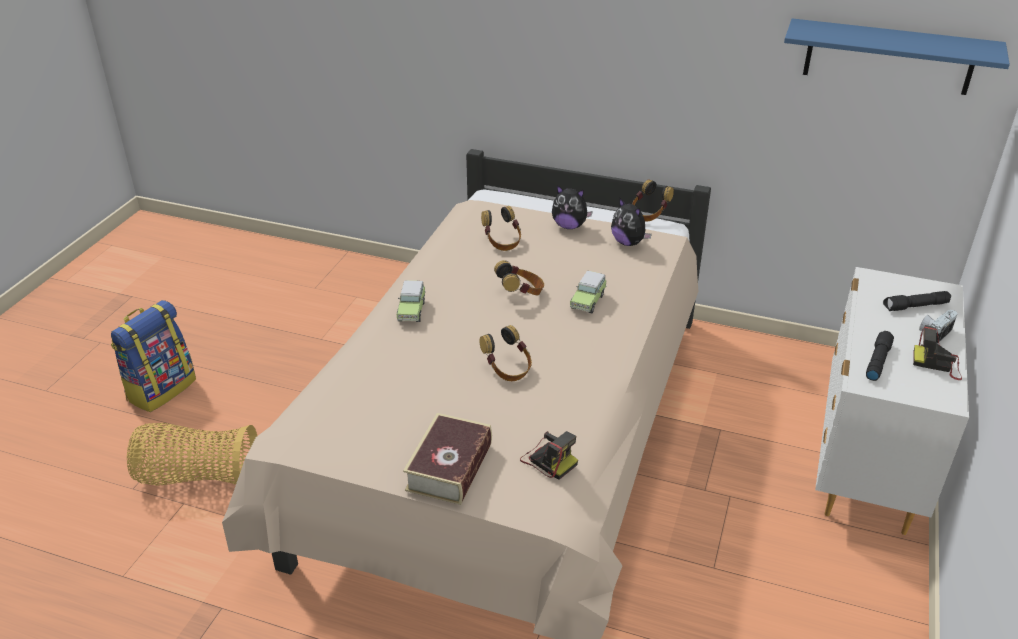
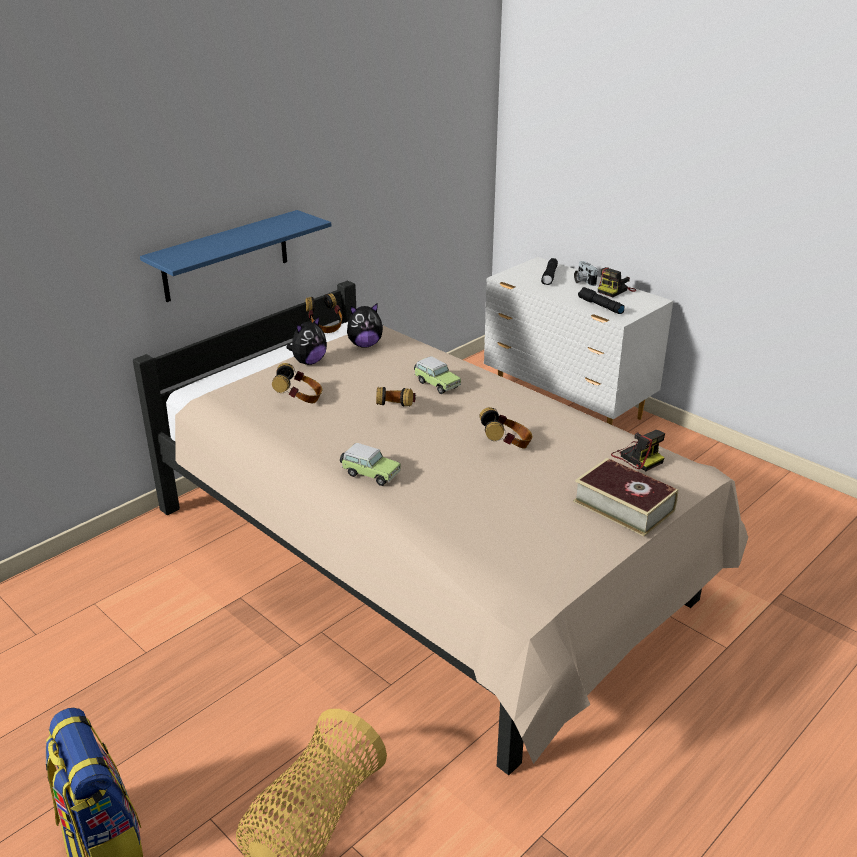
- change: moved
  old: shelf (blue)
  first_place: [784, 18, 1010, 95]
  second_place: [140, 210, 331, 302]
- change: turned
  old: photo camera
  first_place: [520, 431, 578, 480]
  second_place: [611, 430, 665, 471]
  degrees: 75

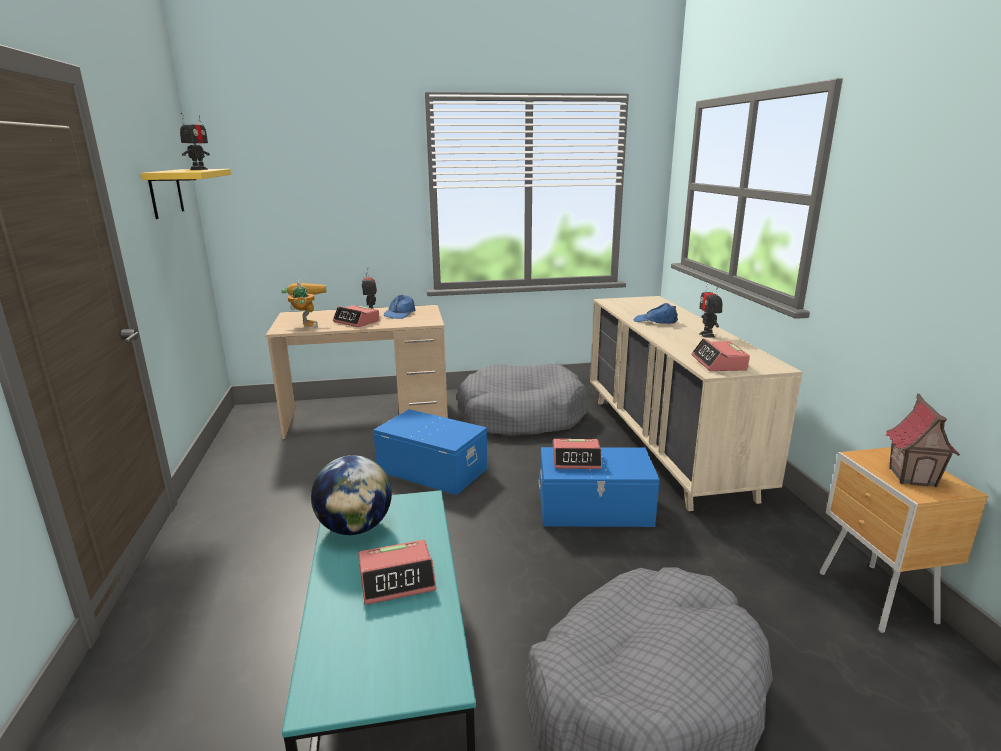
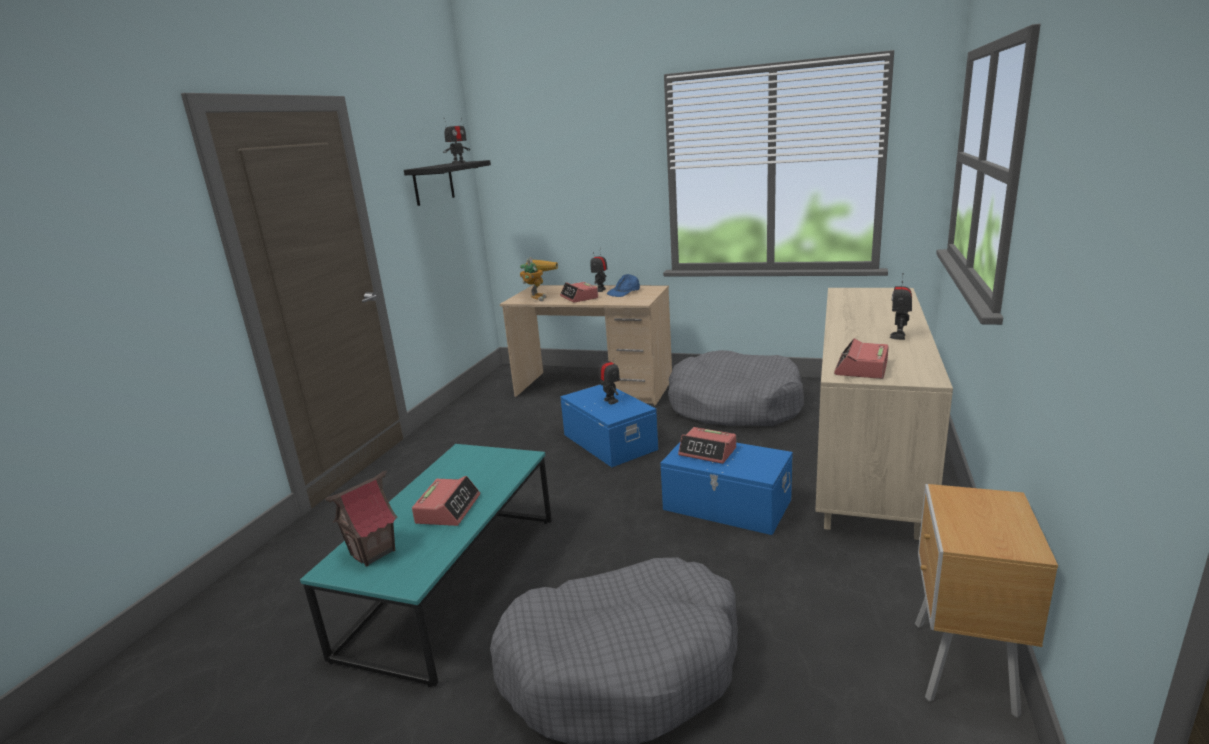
- change: moved
  old: toy house
  first_place: [886, 393, 960, 487]
  second_place: [325, 471, 398, 566]
- change: recoloured
  old: shelf (yellow)
  new: shelf (black)
  first_place: [140, 169, 231, 219]
  second_place: [404, 160, 491, 206]
- change: turned
  old: alarm clock
  first_place: [358, 540, 437, 605]
  second_place: [412, 476, 480, 526]
  degrees: -90
- change: added
  new: toy robot
  second_place: [599, 353, 620, 404]
- change: removed
  old: globe
  first_place: [311, 455, 392, 535]
- change: removed
  old: cap (blue)
  first_place: [634, 303, 678, 324]

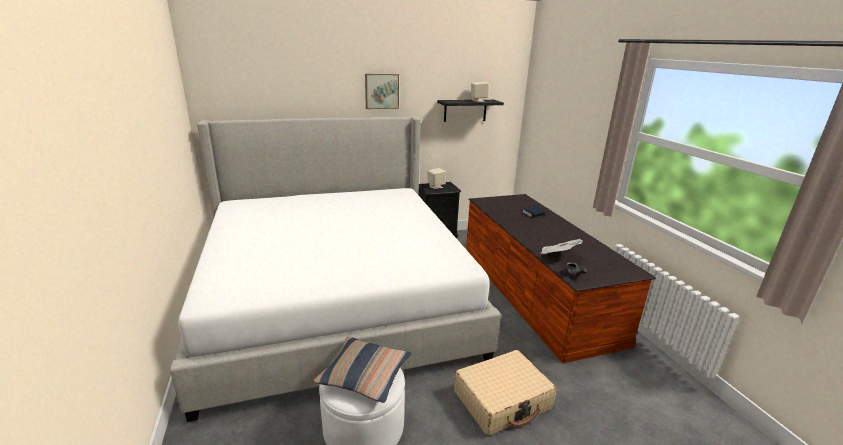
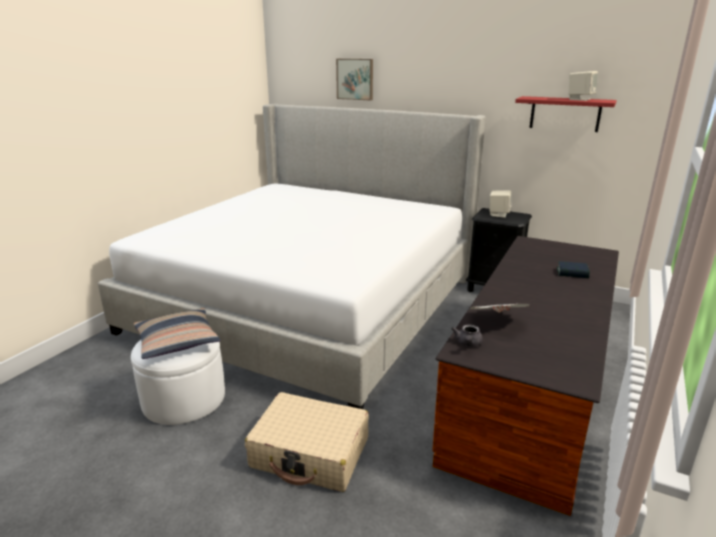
- change: moved
  old: picture
  first_place: [365, 74, 399, 109]
  second_place: [336, 59, 373, 101]
- change: recoloured
  old: shelf (black)
  new: shelf (red)
  first_place: [437, 100, 504, 122]
  second_place: [515, 96, 617, 132]

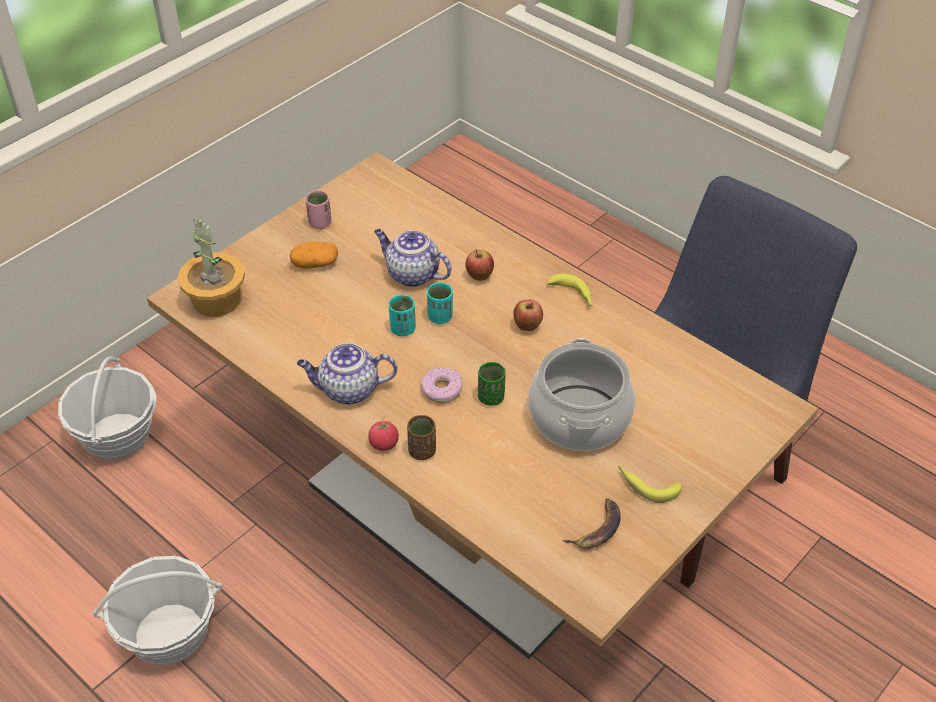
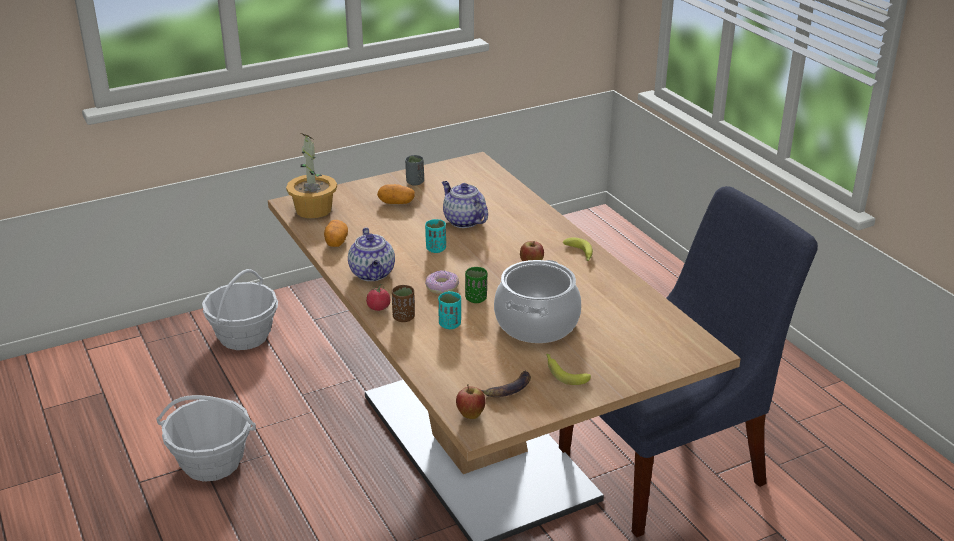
- change: added
  new: potato
  second_place: [324, 220, 348, 247]
- change: turned
  old: teapot
  first_place: [297, 343, 397, 405]
  second_place: [348, 227, 395, 281]
  degrees: -120
- change: recoloured
  old: cup (pink)
  new: cup (grey)
  first_place: [305, 190, 332, 229]
  second_place: [405, 155, 424, 186]
- change: moved
  old: cup (turquoise)
  first_place: [427, 283, 453, 324]
  second_place: [438, 291, 461, 329]
- change: moved
  old: apple
  first_place: [465, 249, 494, 281]
  second_place: [456, 384, 486, 419]

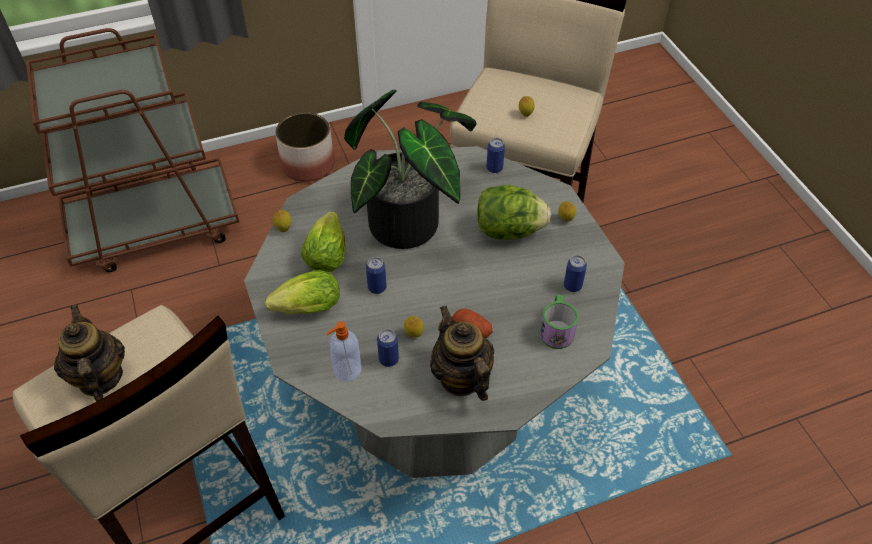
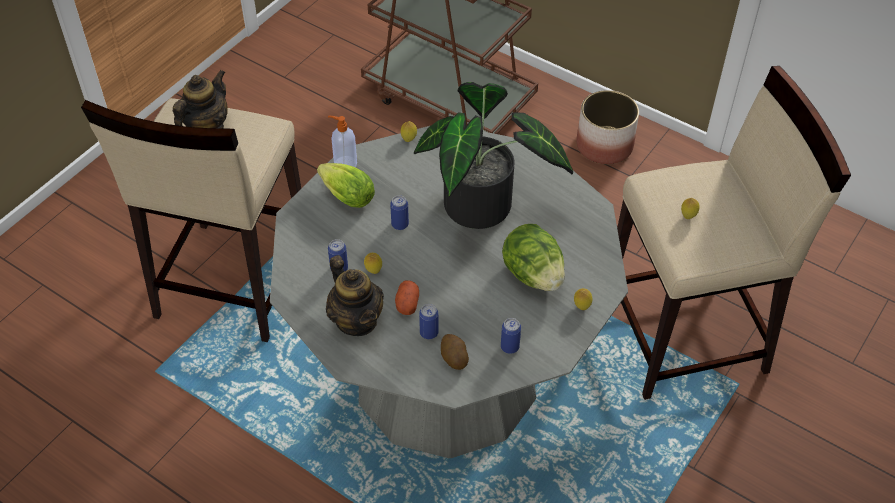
- change: turned
  old: teapot
  first_place: [430, 305, 494, 401]
  second_place: [326, 255, 384, 336]
  degrees: 120
- change: moved
  old: soap dispenser
  first_place: [326, 321, 361, 381]
  second_place: [328, 115, 357, 167]
- change: moved
  old: can
  first_place: [487, 138, 505, 173]
  second_place: [419, 304, 438, 339]
- change: replaced
  old: mug
  new: potato
  first_place: [540, 295, 578, 349]
  second_place: [441, 334, 469, 370]
- change: removed
  old: lettuce
  first_place: [301, 211, 346, 272]

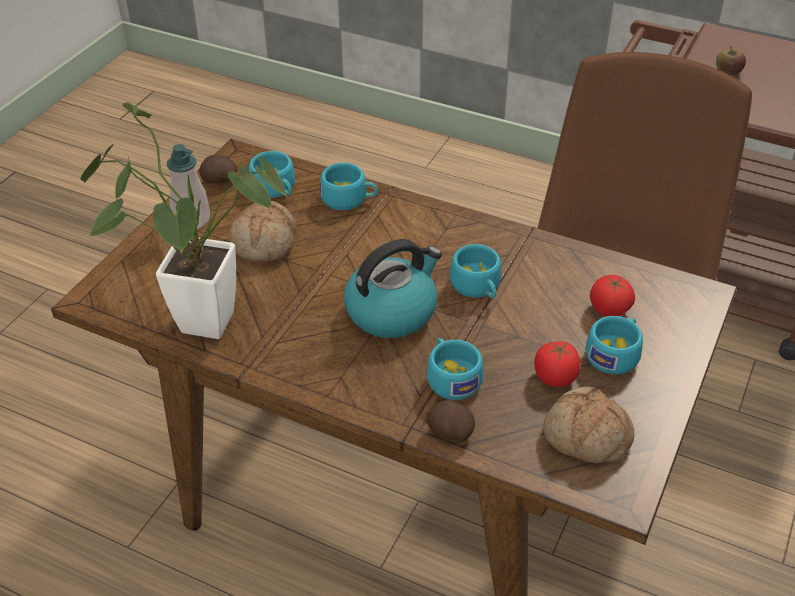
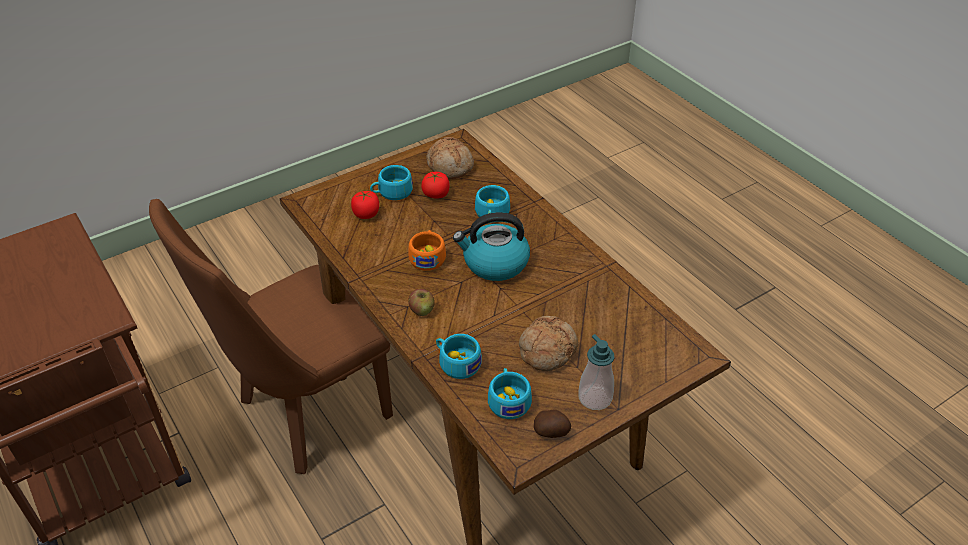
- change: recoloured
  old: cup (turquoise)
  new: cup (orange)
  first_place: [450, 244, 501, 298]
  second_place: [408, 230, 446, 271]
- change: moved
  old: apple
  first_place: [716, 46, 746, 75]
  second_place: [408, 289, 435, 316]
- change: removed
  old: potted plant
  first_place: [80, 102, 288, 339]
- change: removed
  old: potato
  first_place: [426, 400, 475, 441]

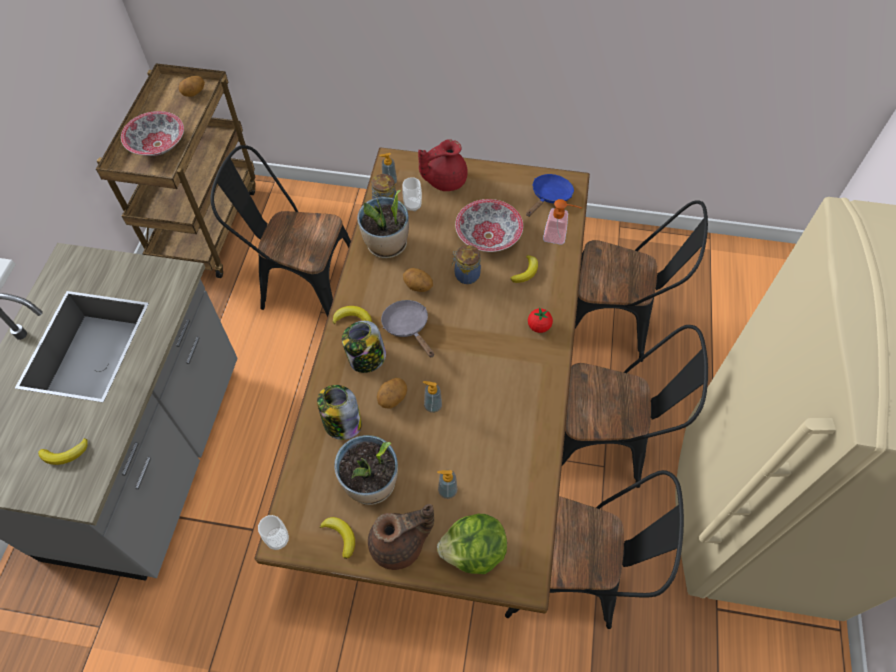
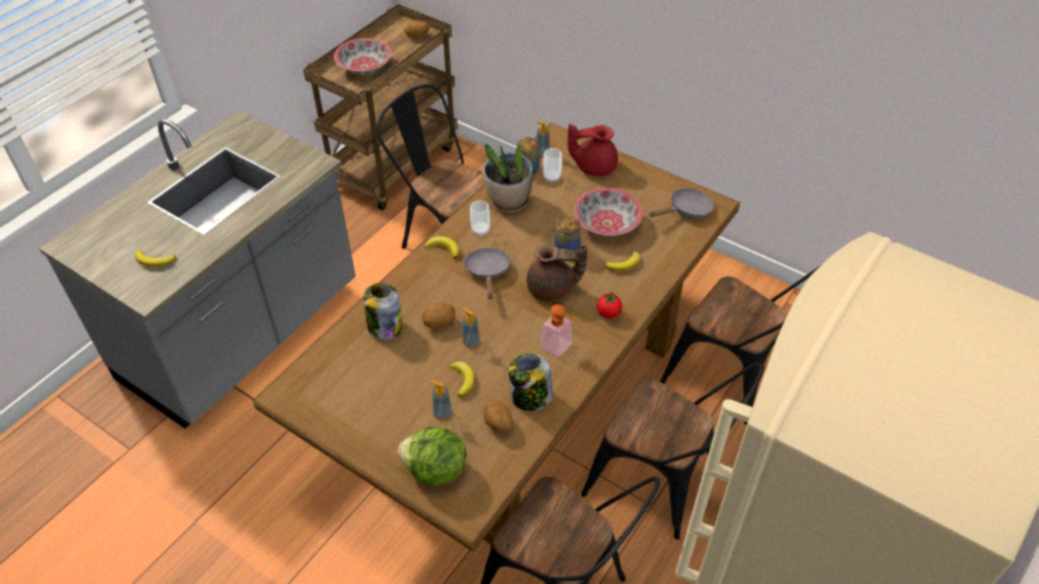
- change: moved
  old: banana
  first_place: [320, 517, 355, 559]
  second_place: [449, 361, 475, 397]
- change: moved
  old: cup
  first_place: [258, 515, 289, 550]
  second_place: [470, 200, 490, 236]
- change: moved
  old: potato
  first_place: [403, 268, 433, 292]
  second_place: [483, 401, 513, 433]
- change: moved
  old: jar
  first_place: [342, 321, 386, 373]
  second_place: [509, 354, 552, 411]
- change: moved
  old: teapot (brown)
  first_place: [368, 504, 434, 570]
  second_place: [527, 244, 587, 301]
- change: moved
  old: soap dispenser
  first_place: [543, 199, 582, 245]
  second_place: [541, 304, 578, 357]
- change: recoloured
  old: frying pan (blue)
  new: frying pan (grey)
  first_place: [526, 174, 574, 217]
  second_place: [649, 188, 714, 218]
- change: removed
  old: potted plant
  first_place: [334, 435, 398, 505]

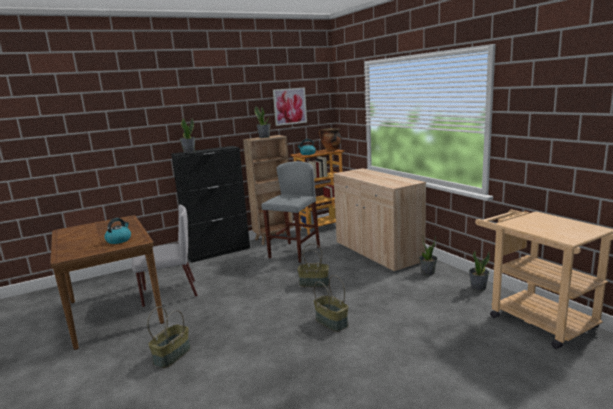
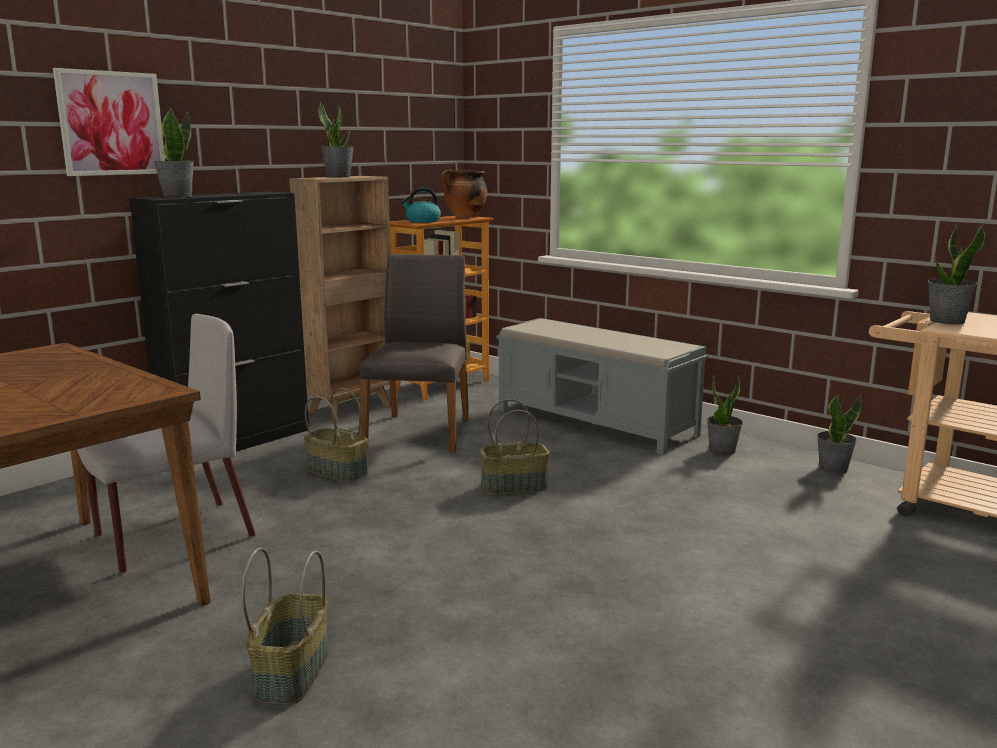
- change: moved
  old: picture
  first_place: [273, 88, 307, 126]
  second_place: [53, 68, 165, 176]
- change: moved
  old: basket
  first_place: [314, 275, 348, 332]
  second_place: [304, 388, 368, 482]
- change: replaced
  old: stool (grey)
  new: chair (grey)
  first_place: [262, 161, 320, 263]
  second_place: [359, 254, 469, 453]
- change: replaced
  old: cabinet (beige)
  new: bench (grey)
  first_place: [333, 168, 426, 272]
  second_place: [496, 318, 708, 455]
- change: added
  new: potted plant
  second_place: [928, 224, 985, 324]
- change: removed
  old: kettle
  first_place: [104, 218, 131, 244]

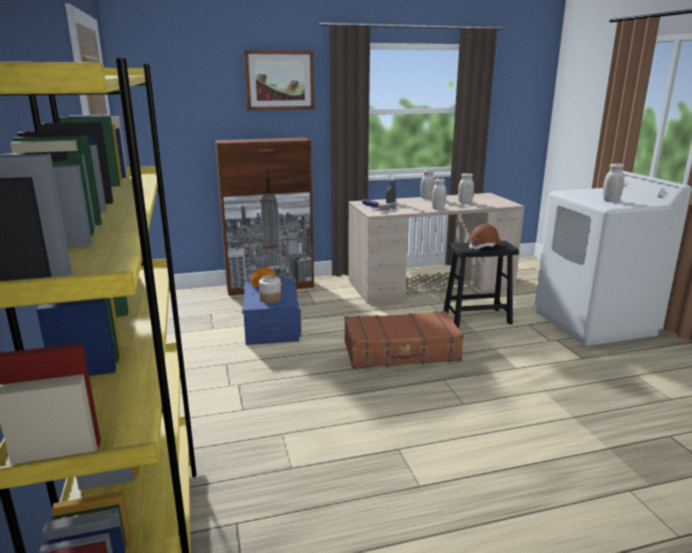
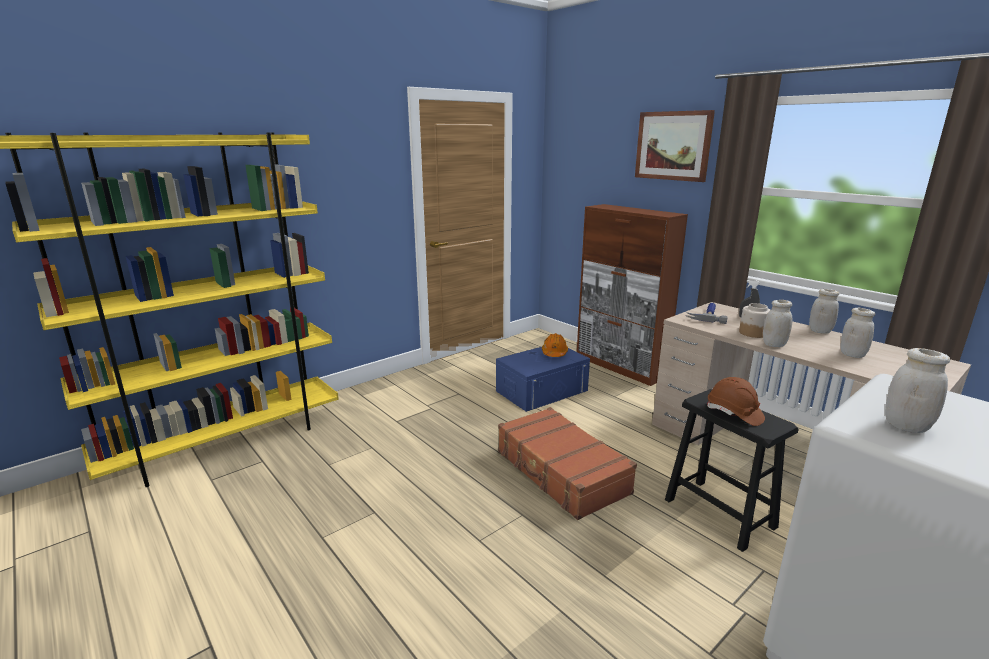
- change: moved
  old: jar
  first_place: [259, 275, 281, 303]
  second_place: [739, 303, 771, 338]

